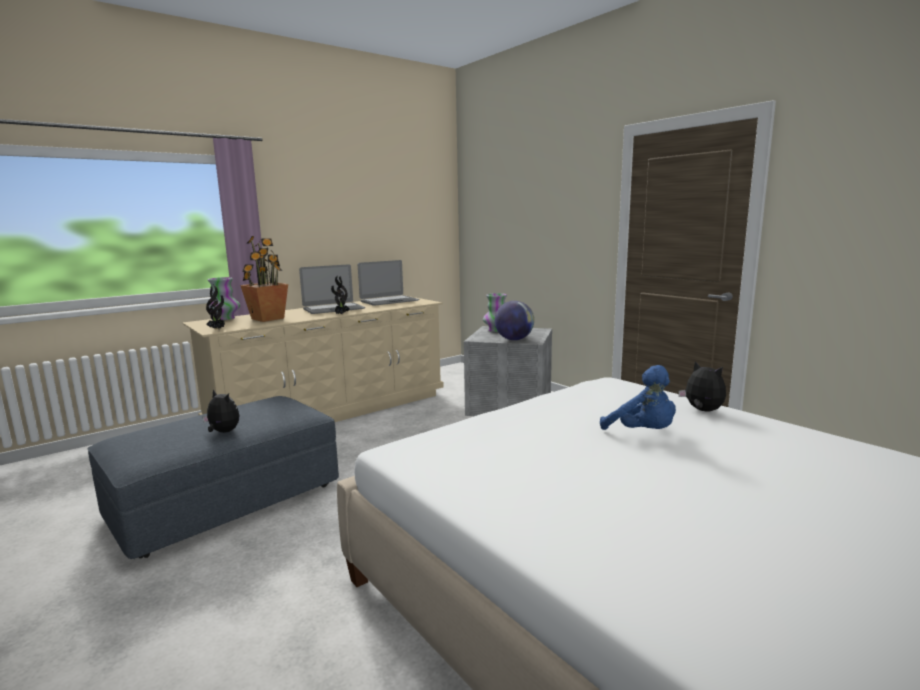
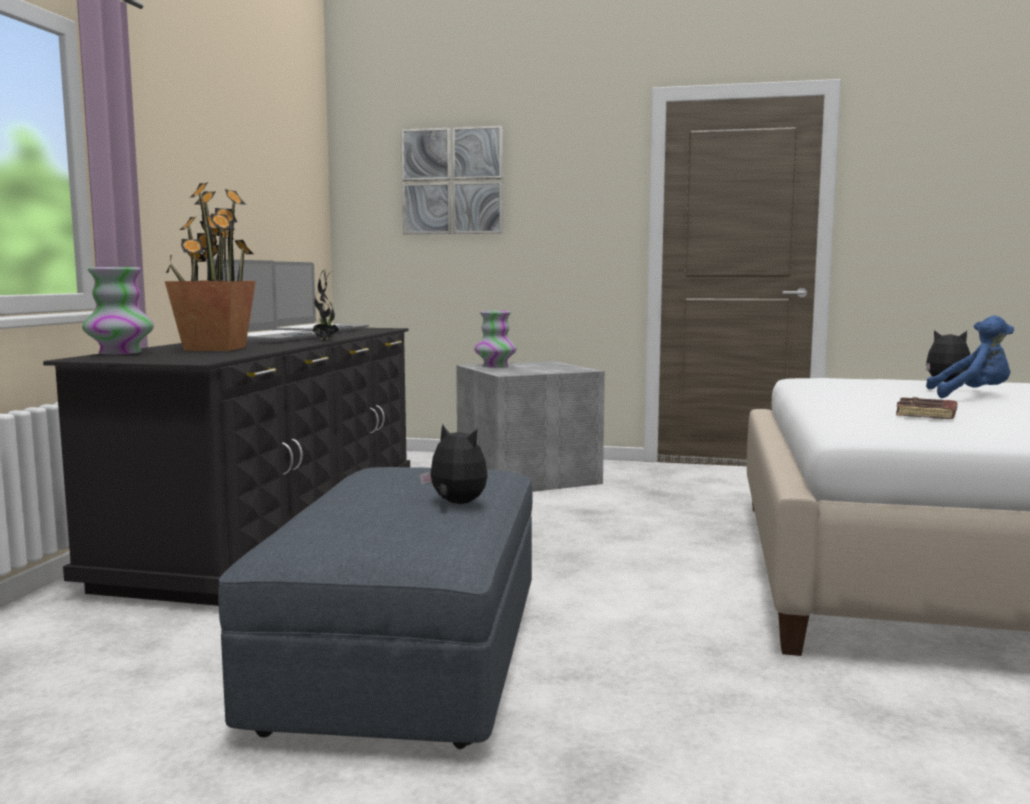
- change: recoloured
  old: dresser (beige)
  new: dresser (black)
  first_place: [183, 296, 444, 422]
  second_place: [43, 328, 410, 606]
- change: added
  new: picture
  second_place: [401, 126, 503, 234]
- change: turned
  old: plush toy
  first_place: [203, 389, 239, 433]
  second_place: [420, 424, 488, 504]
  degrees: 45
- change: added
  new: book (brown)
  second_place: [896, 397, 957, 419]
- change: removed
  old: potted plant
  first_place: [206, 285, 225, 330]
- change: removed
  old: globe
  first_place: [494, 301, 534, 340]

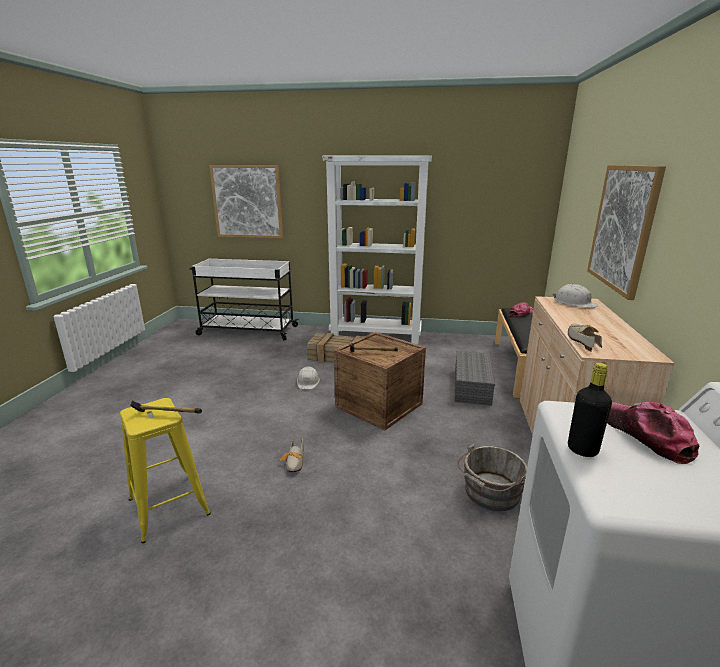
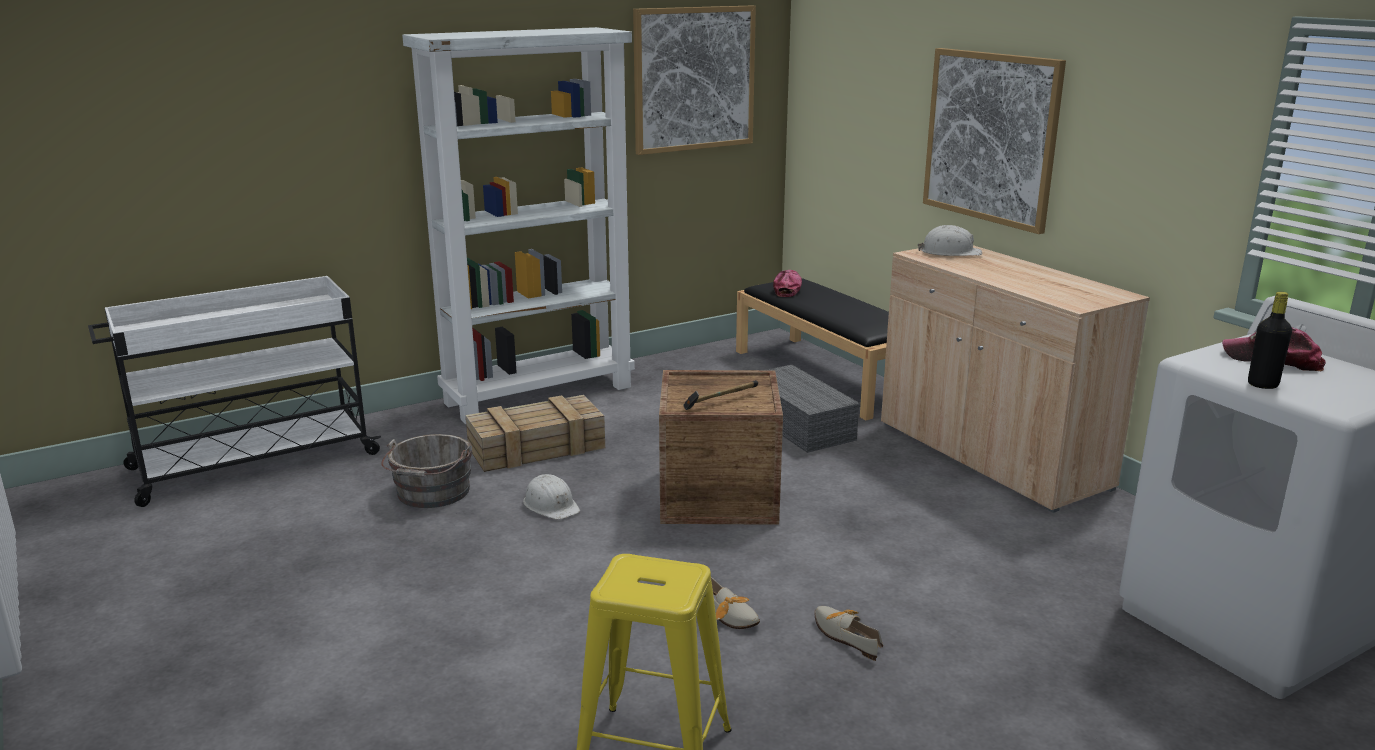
- change: moved
  old: bucket (grey)
  first_place: [457, 444, 528, 511]
  second_place: [381, 434, 472, 508]
- change: moved
  old: picture
  first_place: [209, 165, 283, 238]
  second_place: [633, 6, 756, 155]
- change: moved
  old: shoe
  first_place: [568, 323, 602, 352]
  second_place: [815, 606, 883, 661]
- change: removed
  old: hammer
  first_place: [130, 400, 202, 414]

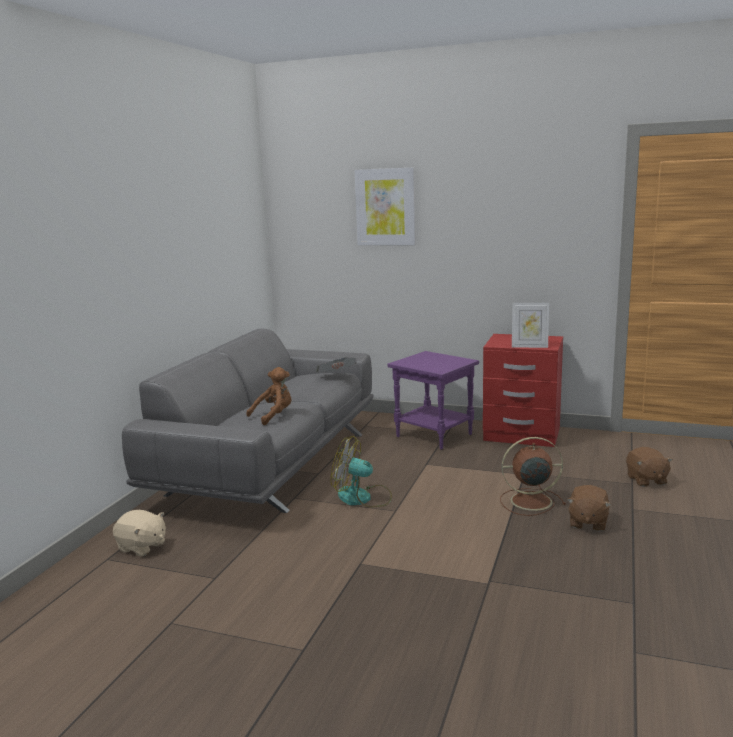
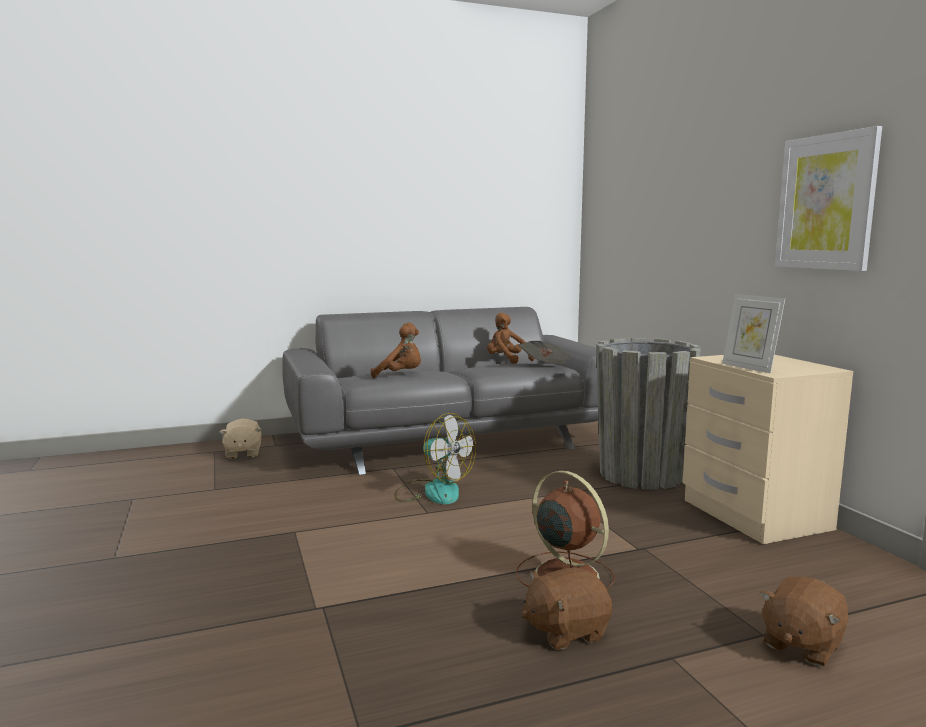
- change: turned
  old: fan
  first_place: [331, 436, 392, 508]
  second_place: [395, 413, 476, 504]
  degrees: 150
- change: added
  new: plush toy (brown)
  second_place: [487, 313, 534, 364]
- change: replaced
  old: side table (purple)
  new: planter (grey)
  first_place: [388, 351, 479, 450]
  second_place: [596, 338, 701, 490]
- change: recoloured
  old: nightstand (red)
  new: nightstand (beige)
  first_place: [483, 334, 563, 447]
  second_place: [683, 355, 853, 544]
- change: moved
  old: picture
  first_place: [355, 168, 416, 245]
  second_place: [775, 126, 882, 271]

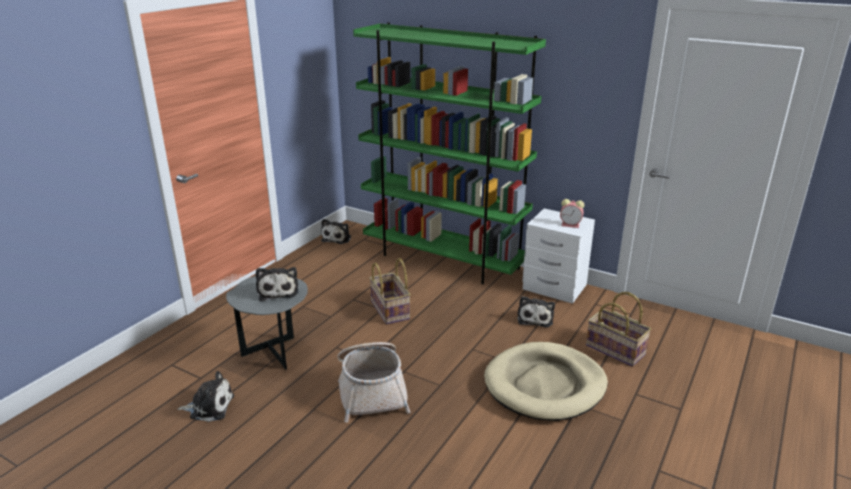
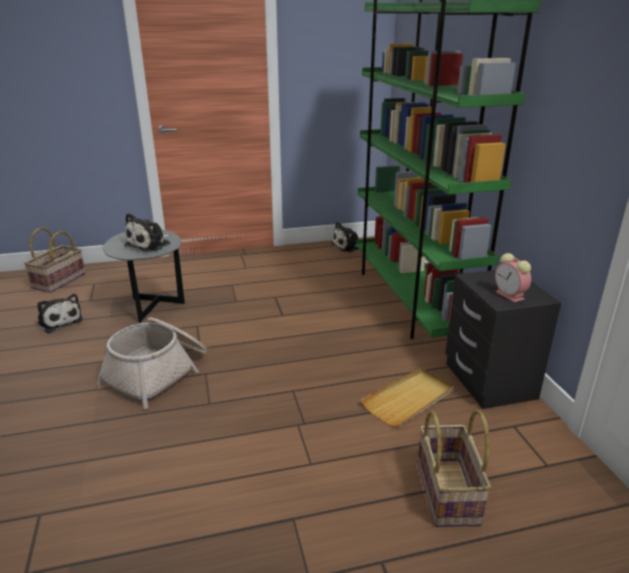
- change: moved
  old: basket
  first_place: [369, 258, 411, 324]
  second_place: [24, 227, 86, 293]
- change: replaced
  old: plush toy
  new: tray (beige)
  first_place: [517, 296, 555, 327]
  second_place: [361, 368, 454, 427]
- change: recoloured
  old: nightstand (white)
  new: nightstand (black)
  first_place: [522, 208, 595, 304]
  second_place: [445, 270, 561, 409]
- change: removed
  old: dog bed (beige)
  first_place: [484, 342, 608, 421]

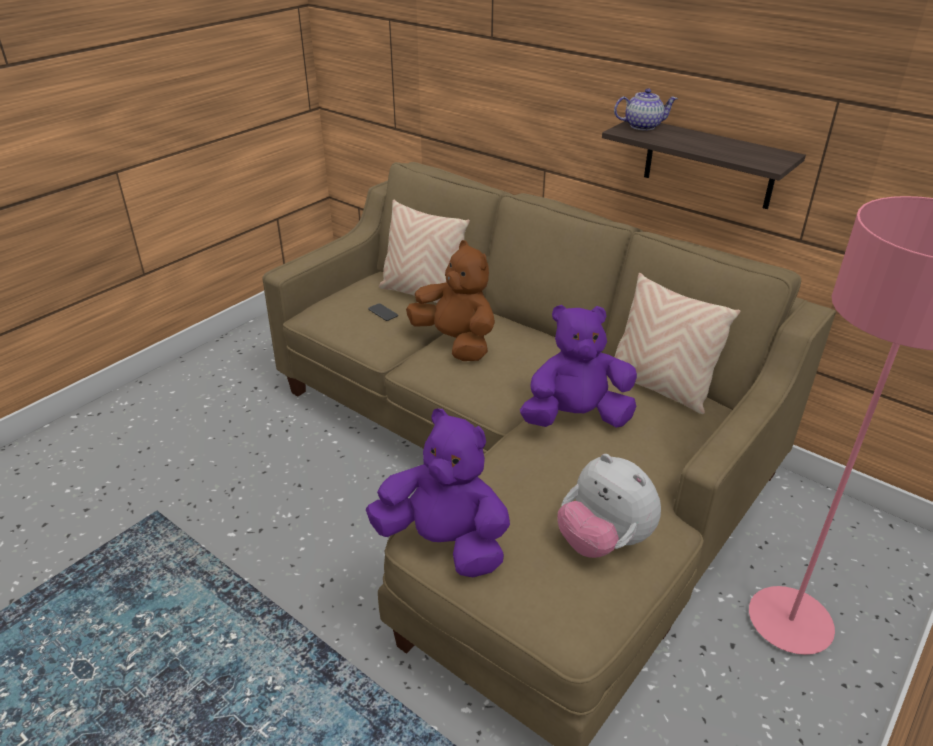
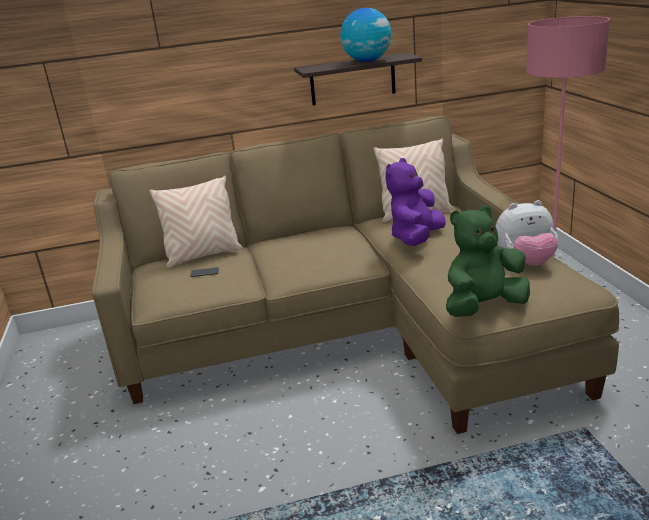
- change: added
  new: globe
  second_place: [340, 8, 392, 62]
- change: recoloured
  old: plush toy (purple)
  new: plush toy (green)
  first_place: [366, 409, 510, 577]
  second_place: [446, 206, 530, 317]
- change: removed
  old: plush toy (brown)
  first_place: [406, 240, 495, 361]
- change: removed
  old: teapot
  first_place: [614, 88, 678, 131]

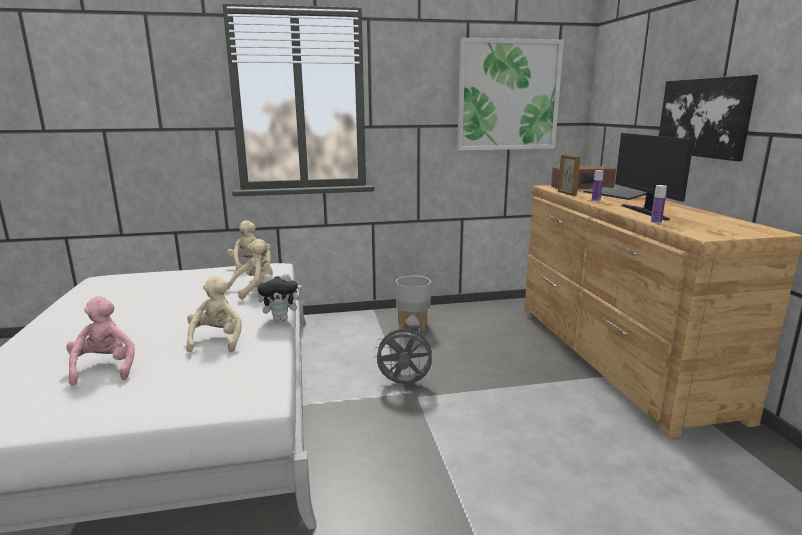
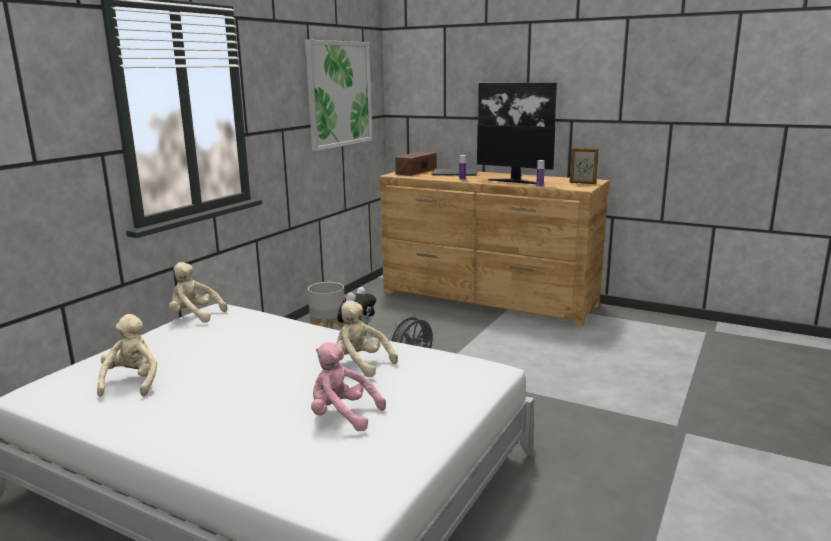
- change: moved
  old: plush toy (beige)
  first_place: [226, 239, 273, 300]
  second_place: [97, 314, 157, 397]
- change: moved
  old: picture frame
  first_place: [558, 154, 581, 196]
  second_place: [570, 147, 599, 184]

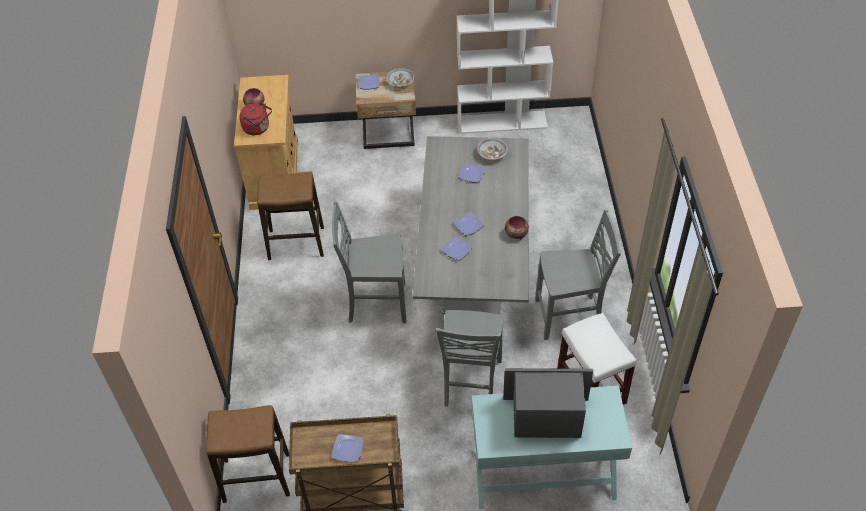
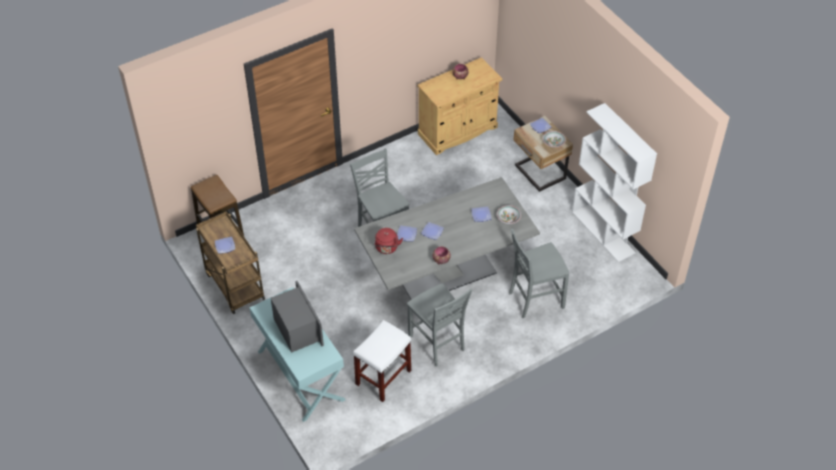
- change: moved
  old: kettle (red)
  first_place: [239, 102, 272, 135]
  second_place: [374, 228, 403, 254]
- change: moved
  old: chair (grey)
  first_place: [436, 310, 504, 407]
  second_place: [509, 228, 569, 318]
- change: removed
  old: stool
  first_place: [257, 172, 324, 260]

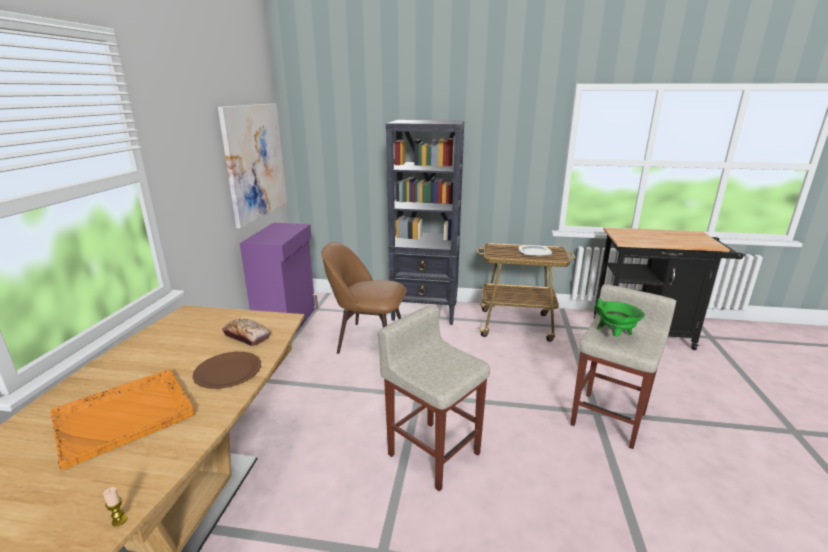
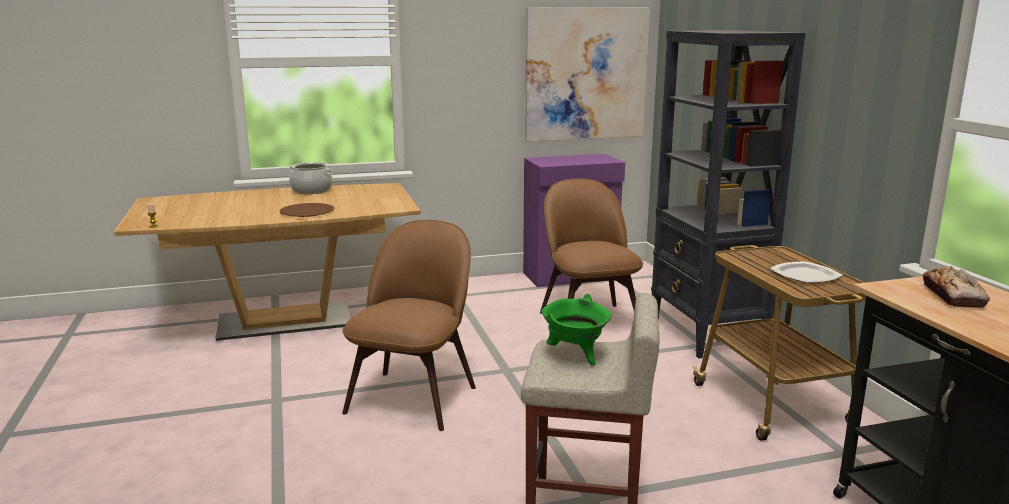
- change: added
  new: cooking pot
  second_place: [289, 162, 332, 194]
- change: replaced
  old: stool (beige)
  new: chair (brown)
  first_place: [378, 305, 490, 492]
  second_place: [342, 220, 476, 431]
- change: moved
  old: bread
  first_place: [222, 319, 271, 346]
  second_place: [923, 266, 990, 308]
- change: removed
  old: tray (orange)
  first_place: [51, 369, 195, 470]

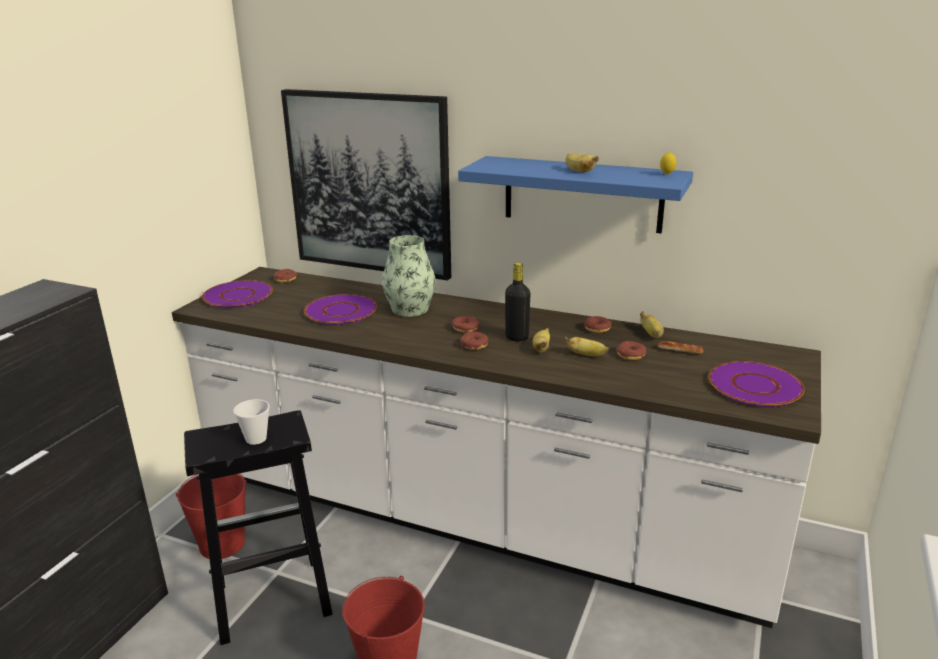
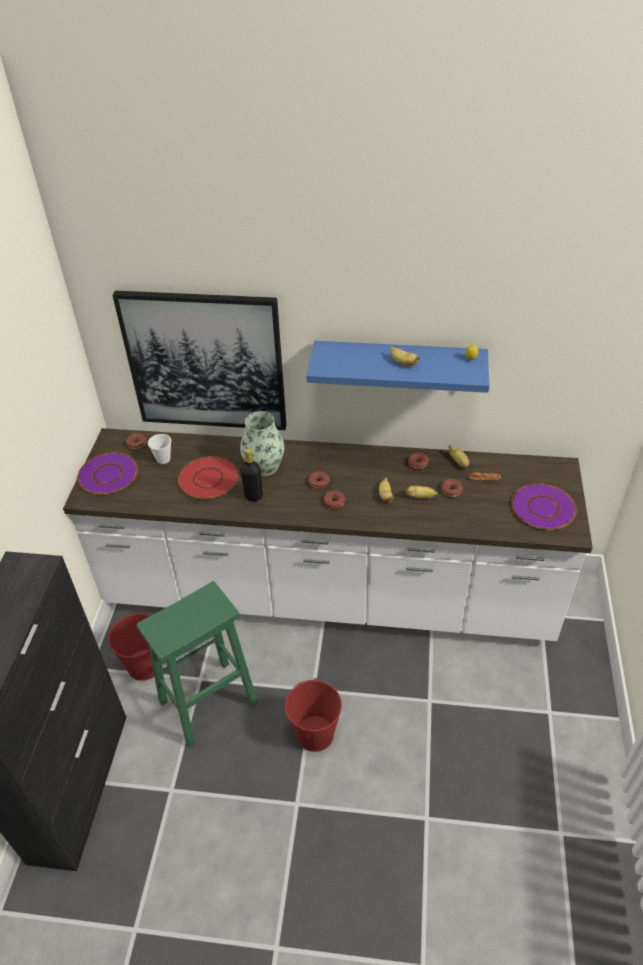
- change: recoloured
  old: stool (black)
  new: stool (green)
  first_place: [184, 410, 333, 645]
  second_place: [136, 581, 258, 748]
- change: moved
  old: cup
  first_place: [233, 399, 270, 445]
  second_place: [148, 434, 171, 464]
- change: recoloured
  old: plate (purple)
  new: plate (red)
  first_place: [304, 294, 377, 325]
  second_place: [178, 456, 238, 499]
- change: moved
  old: bottle (black)
  first_place: [505, 262, 530, 342]
  second_place: [240, 449, 263, 501]

